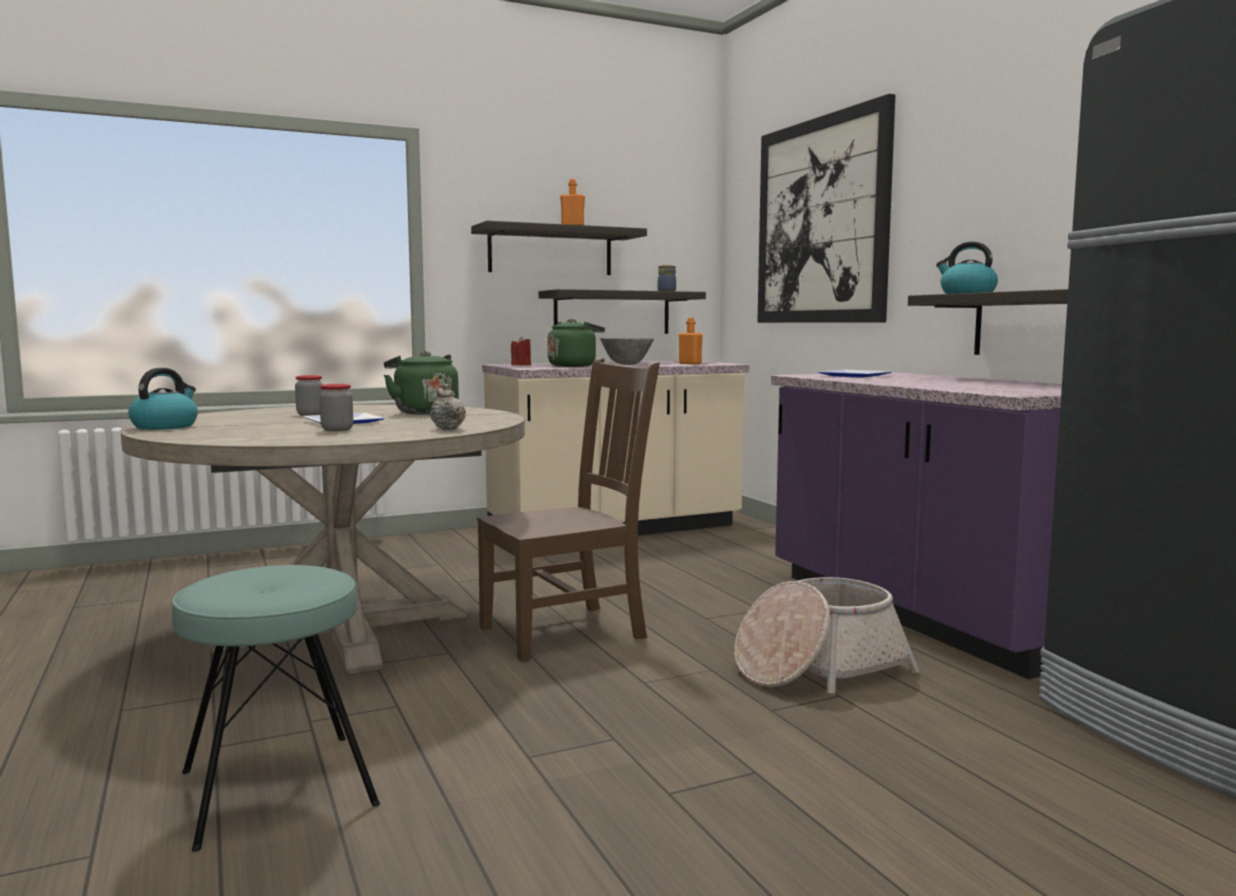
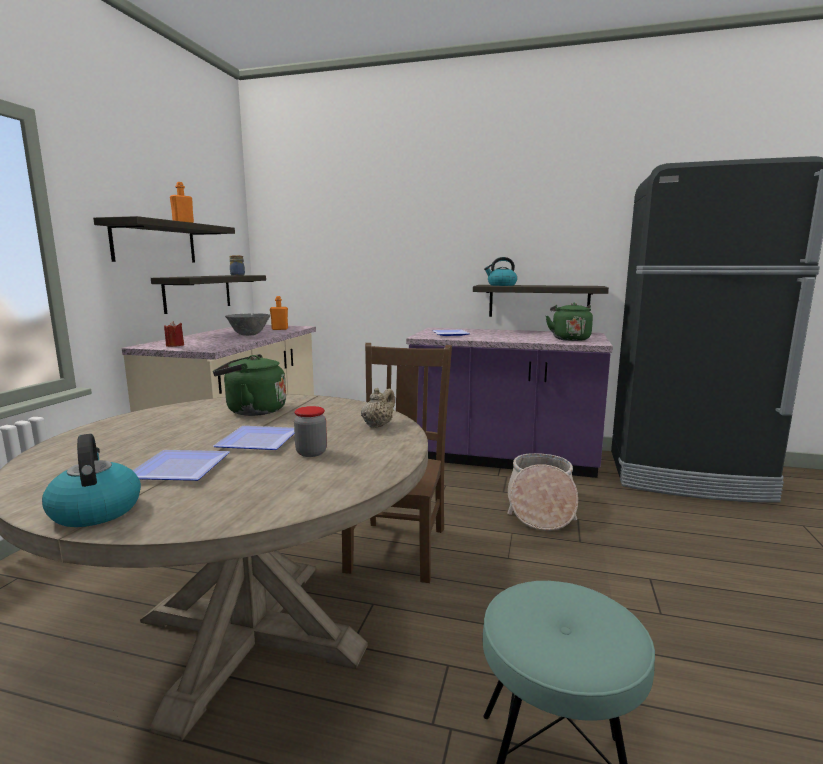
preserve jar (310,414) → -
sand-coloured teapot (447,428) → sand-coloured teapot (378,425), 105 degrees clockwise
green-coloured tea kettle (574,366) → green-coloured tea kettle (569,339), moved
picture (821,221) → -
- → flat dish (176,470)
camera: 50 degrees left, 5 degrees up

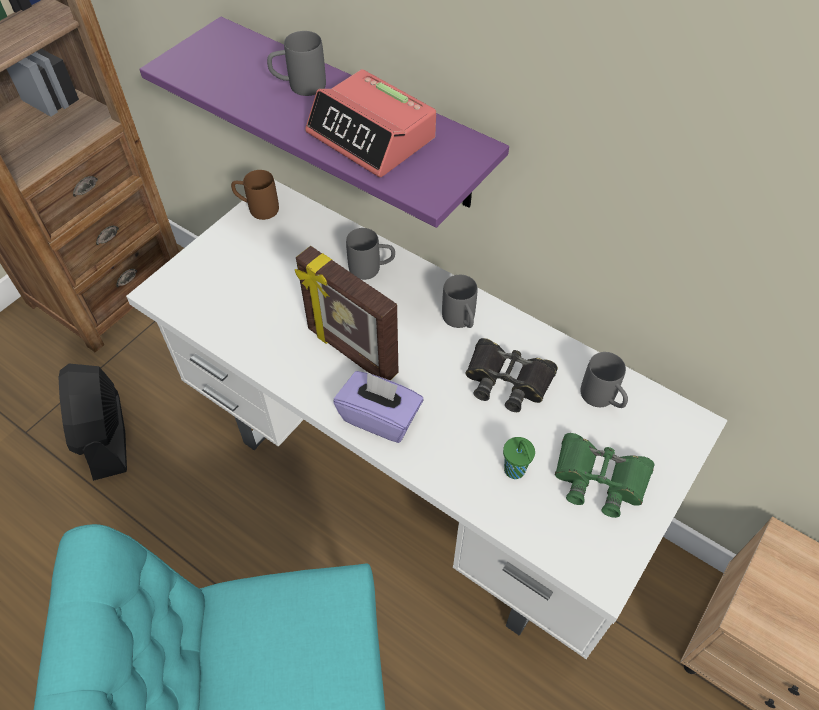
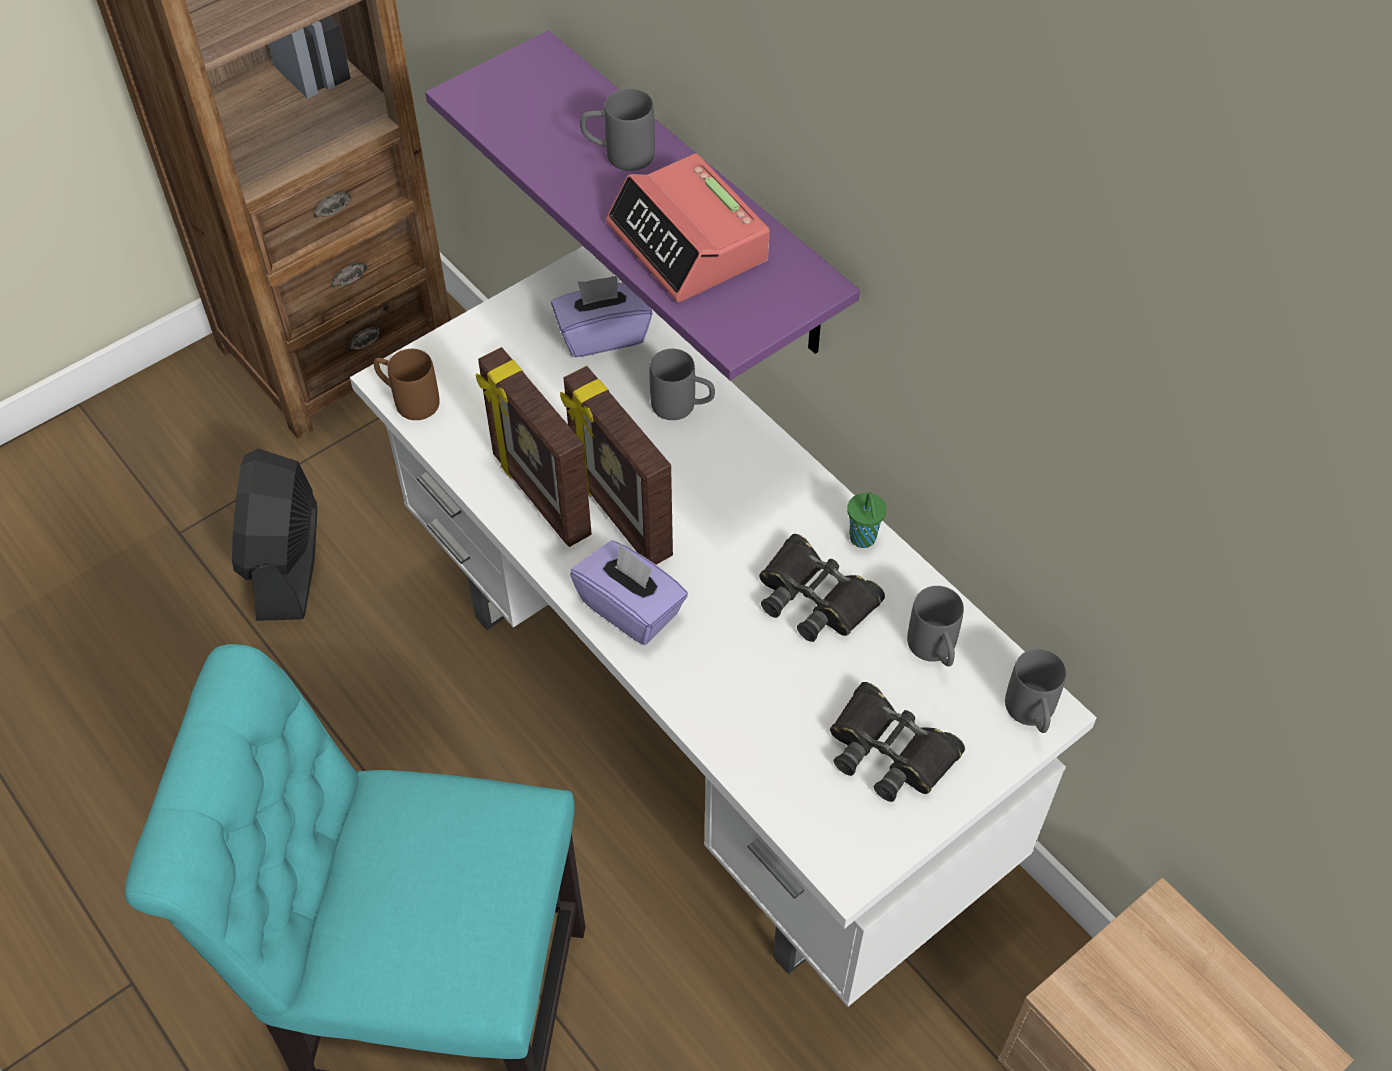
brown-coloured tea mug (257,208) → brown-coloured tea mug (408,400), moved
gray tea mug (461,321) → gray tea mug (1031,715), moved
green-coloured small cup (515,471) → green-coloured small cup (863,539), moved
green-coloured field glasses (599,479) → black-coloured field glasses (889,750)
- → standing frame (539,496)
- → purplish tissue holder (602,335)
camera: 15 degrees right, 0 degrees up

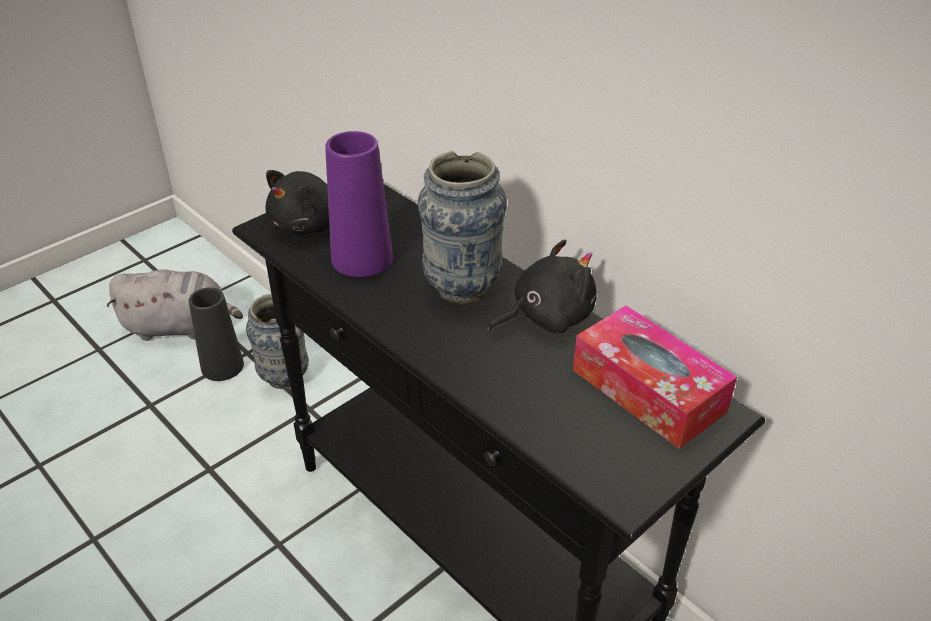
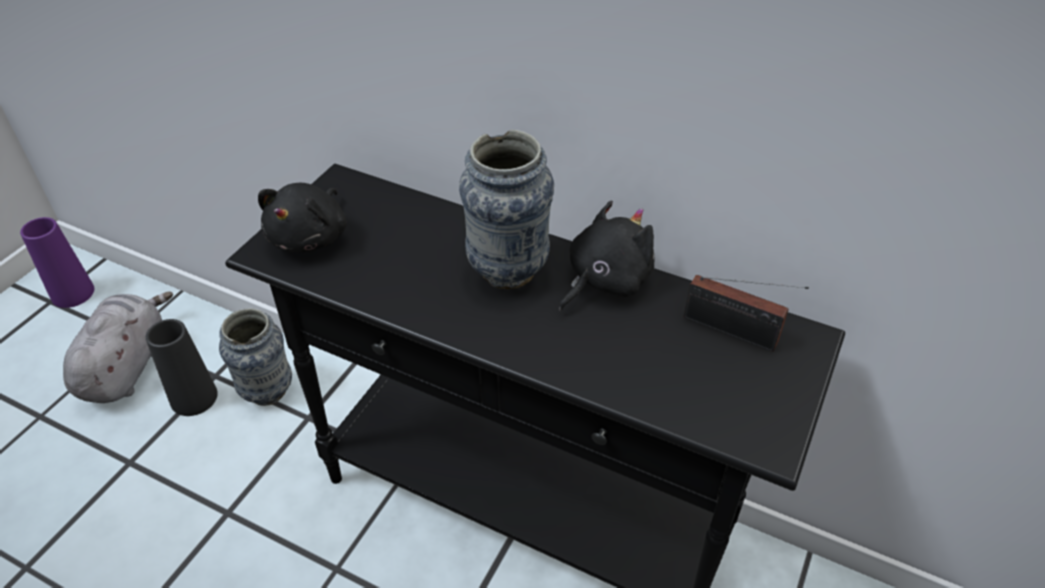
gray cuddly toy (180,327) → gray cuddly toy (127,366), 60 degrees counterclockwise
purplish vase (362,258) → purplish vase (72,293), moved
tissue holder (648,390) → radio receiver (735,332)
camera: 20 degrees left, 5 degrees up

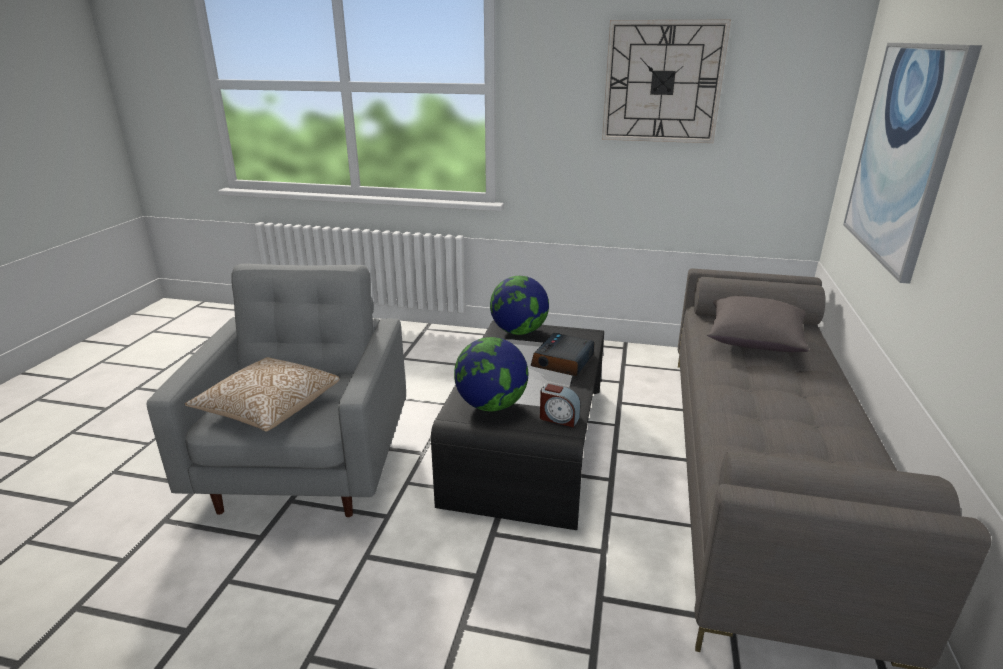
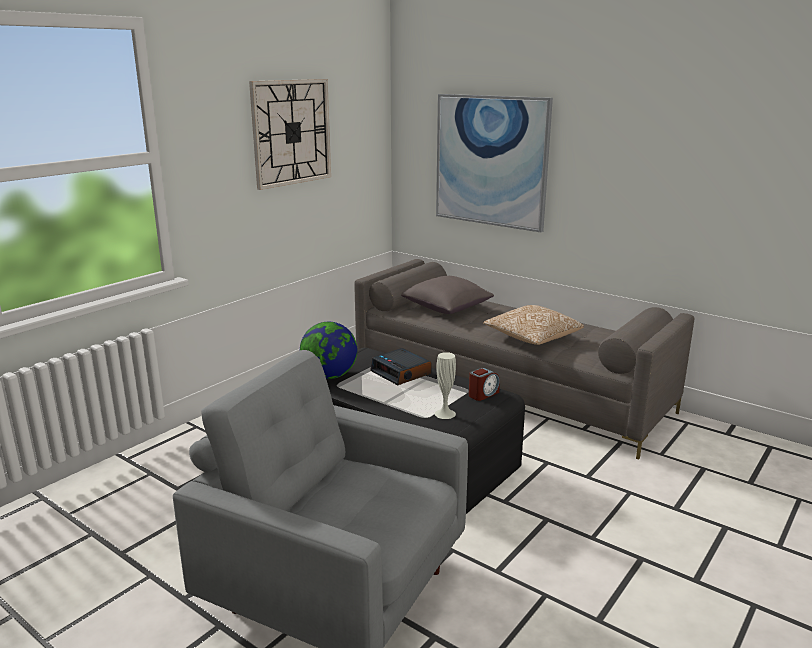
pillow (269,409) → pillow (532,338), moved
world globe (491,405) → white-coloured vase (445,414)
camera: 65 degrees left, 5 degrees down

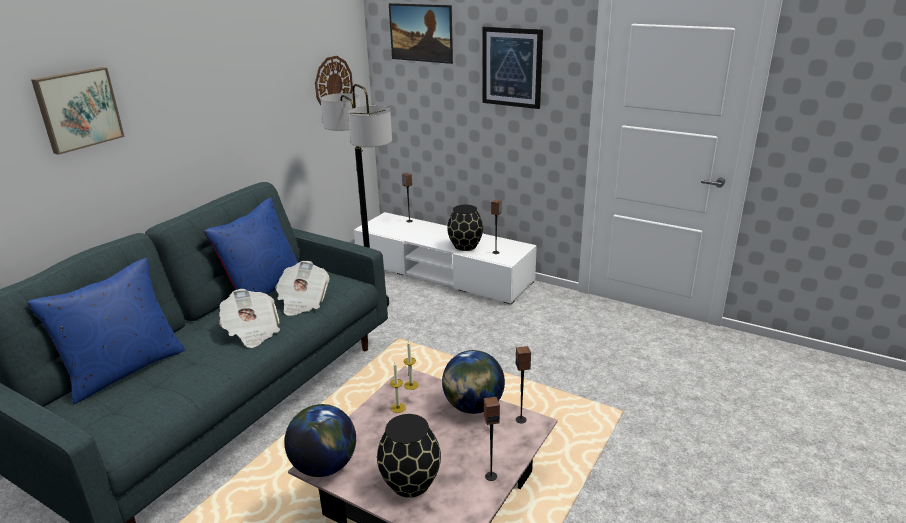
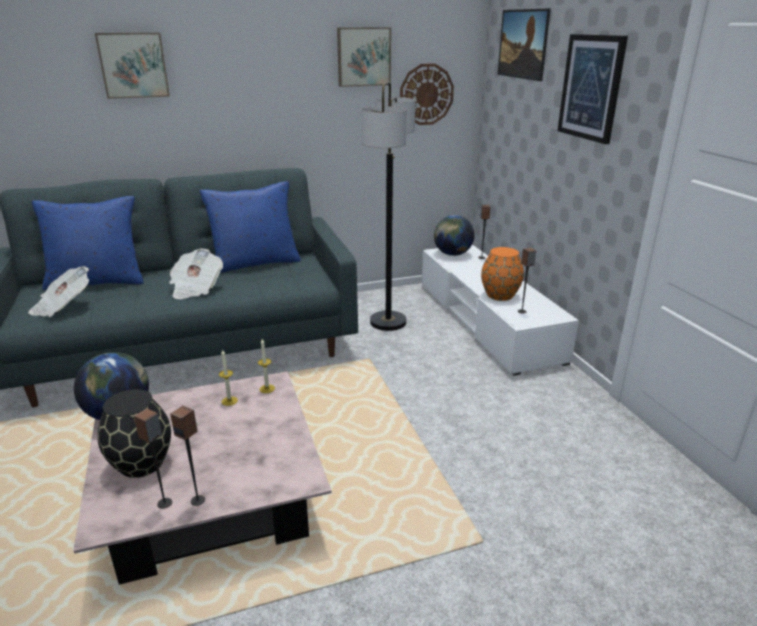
printed paper (303,301) → printed paper (63,307), moved
world globe (473,406) → world globe (452,254), moved
black-coloured vase (465,246) → orangey vase (499,295)
loudspeaker (521,419) → loudspeaker (165,503), moved
- → picture (363,57)
camera: 40 degrees right, 0 degrees up

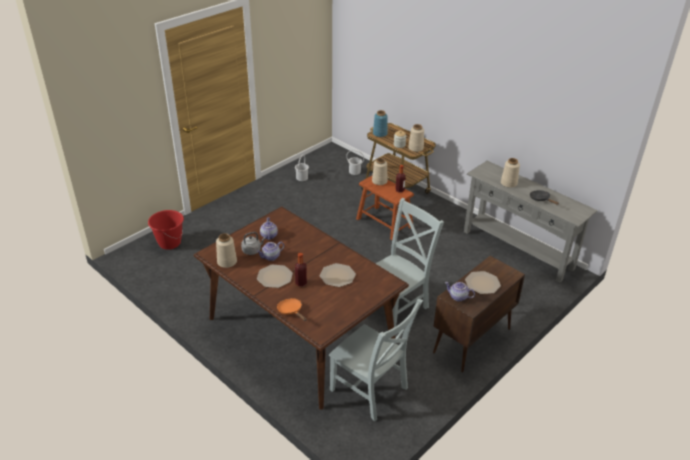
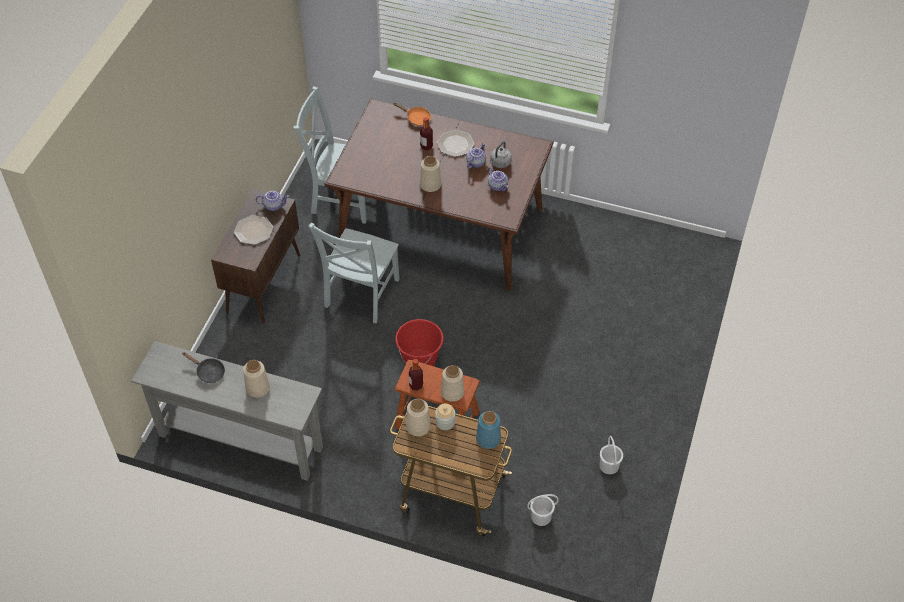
red pail (169,243) → red pail (420,361), moved
sand-coloured vase (227,262) → sand-coloured vase (430,184), moved
flat dish (338,276) → -
camera: 155 degrees right, 15 degrees up

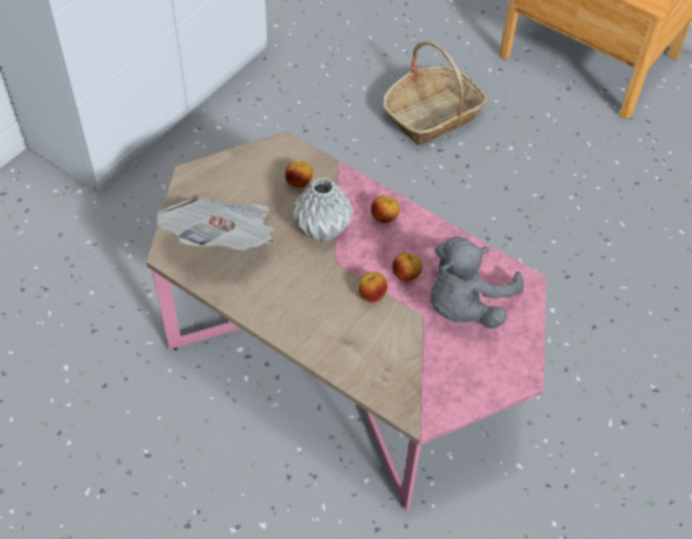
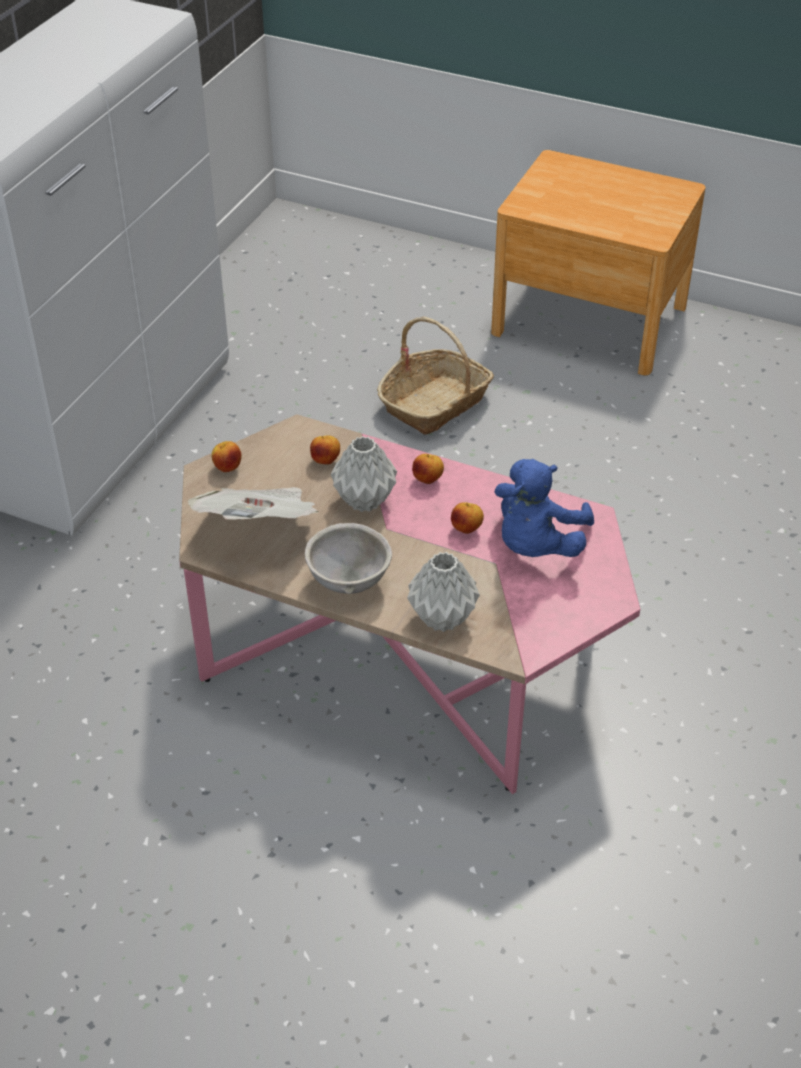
whole apple (371,295) → whole apple (227,468), moved
gray cuddly toy (464,304) → blue cuddly toy (536,546)
- → gray serving bowl (350,581)
- → gray vase (441,618)
camera: 10 degrees left, 10 degrees down

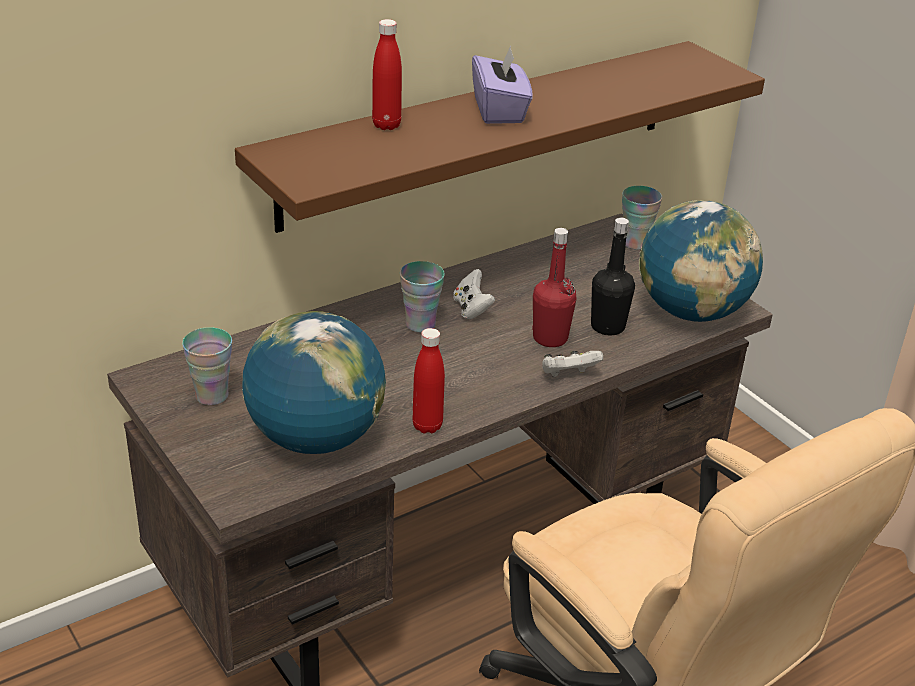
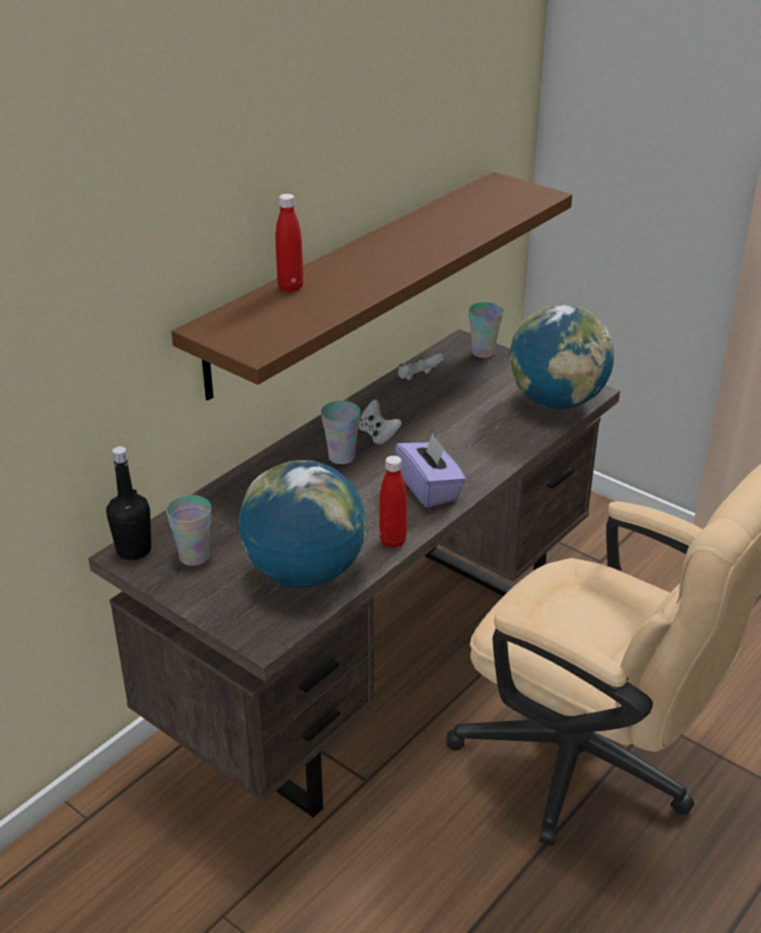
purplish tissue holder (499,110) → purplish tissue holder (429,489), moved
red drink bottle (550,338) → -
white-coloured gamepad (568,375) → white-coloured gamepad (418,377), moved
black-coloured drink bottle (607,326) → black-coloured drink bottle (134,550), moved
camera: 15 degrees left, 0 degrees up

